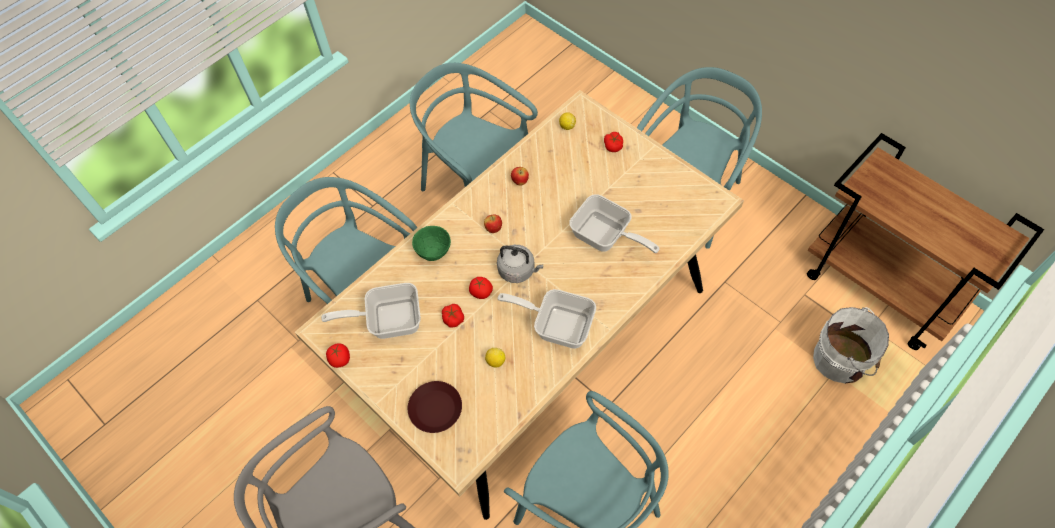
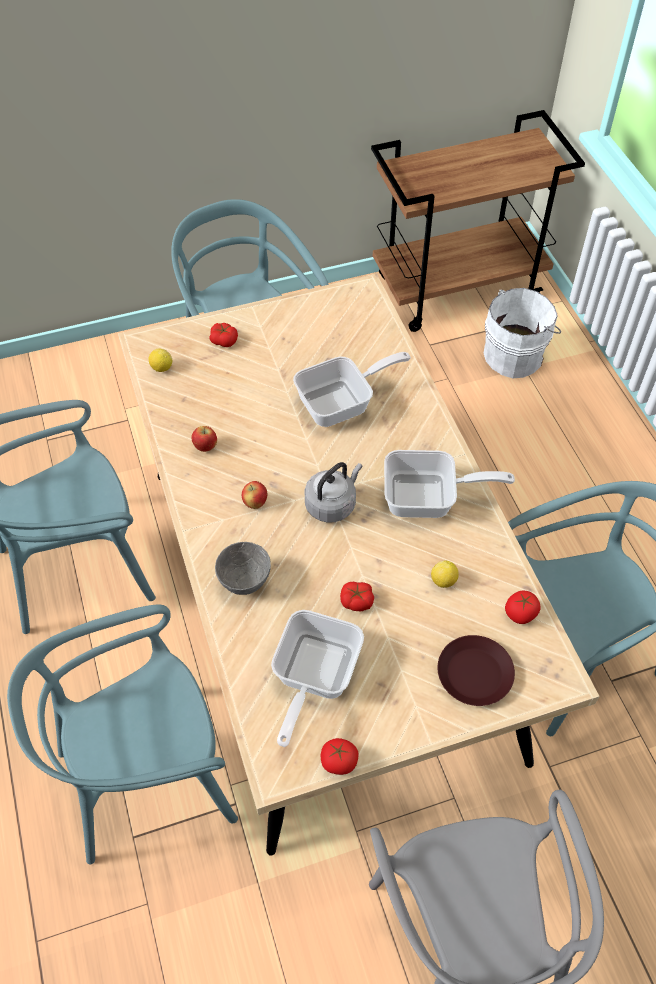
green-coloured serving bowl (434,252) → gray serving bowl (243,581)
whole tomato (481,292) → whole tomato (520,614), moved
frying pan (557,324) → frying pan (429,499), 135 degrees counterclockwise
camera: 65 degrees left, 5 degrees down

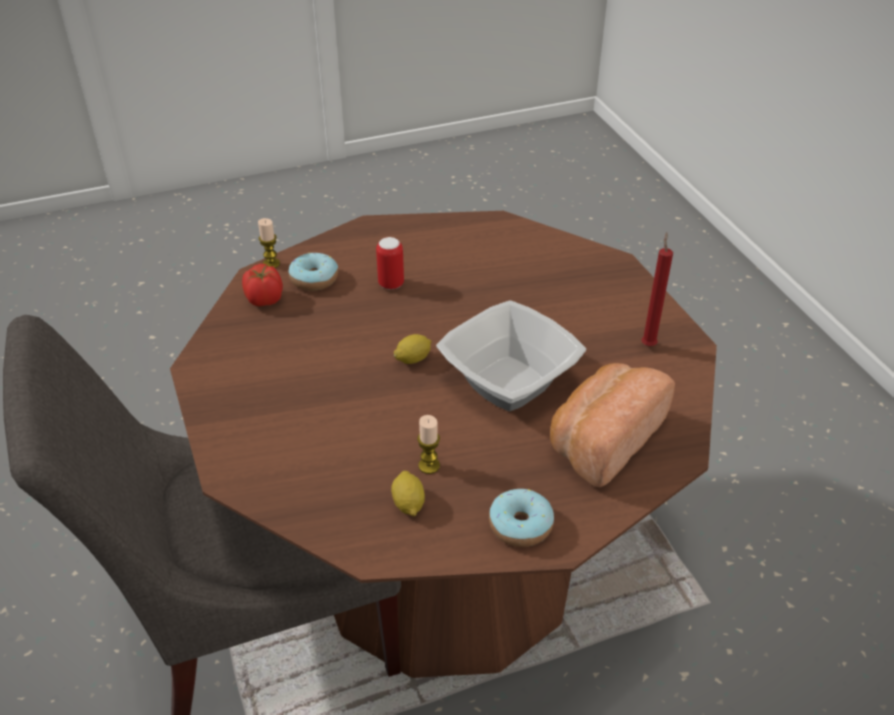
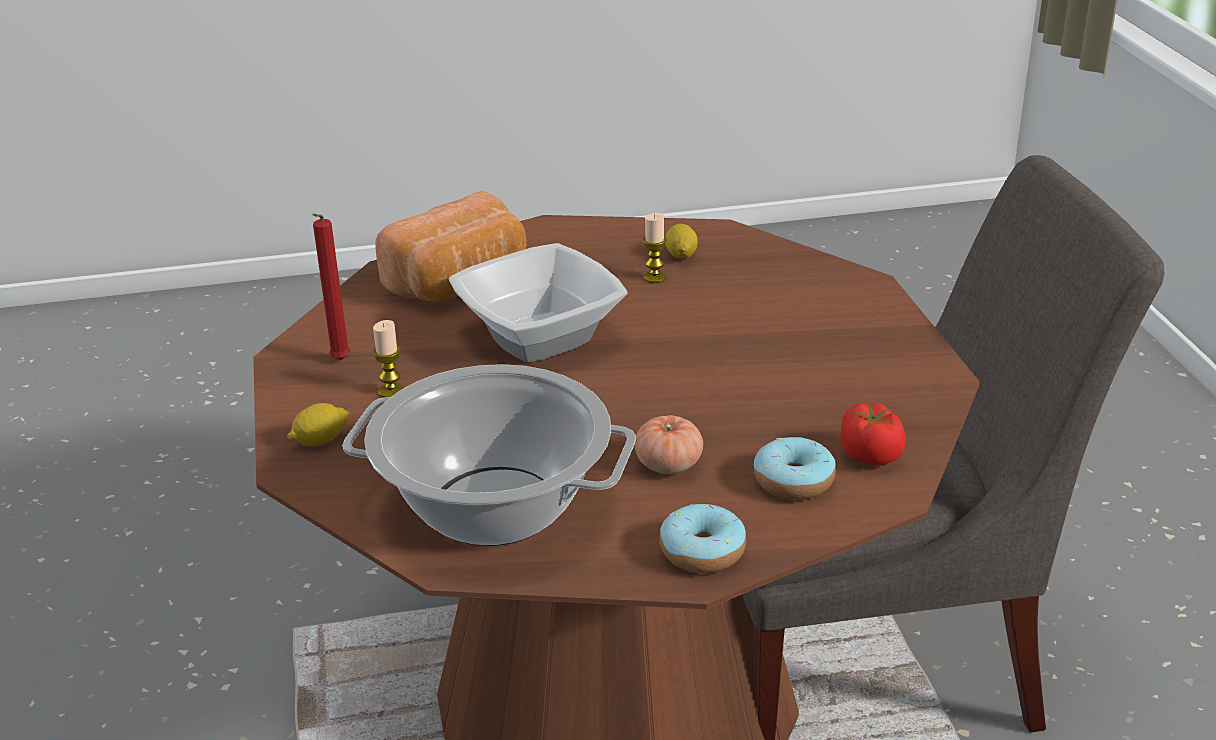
wax candle (271,264) → wax candle (391,391), moved
metal can (391,284) → whole tomato (668,464)
lemon (413,359) → lemon (320,440), moved
ring doughnut (520,525) → ring doughnut (702,552), moved
- → saucepot (493,507)
camera: 170 degrees left, 10 degrees down

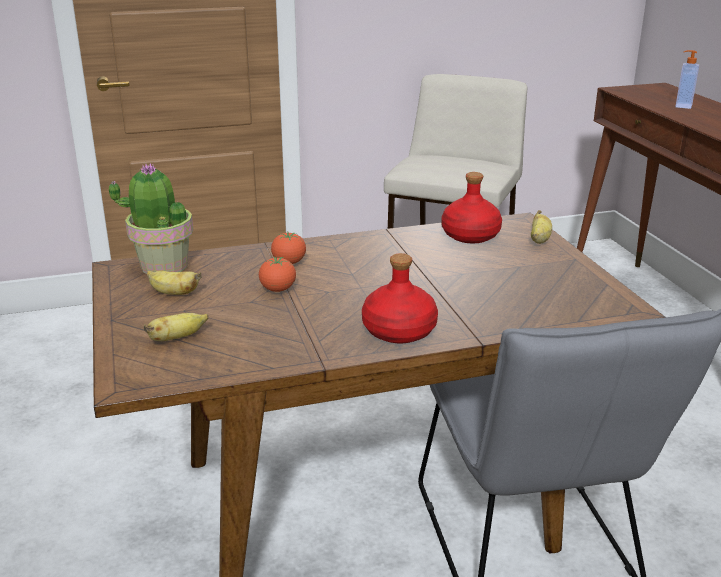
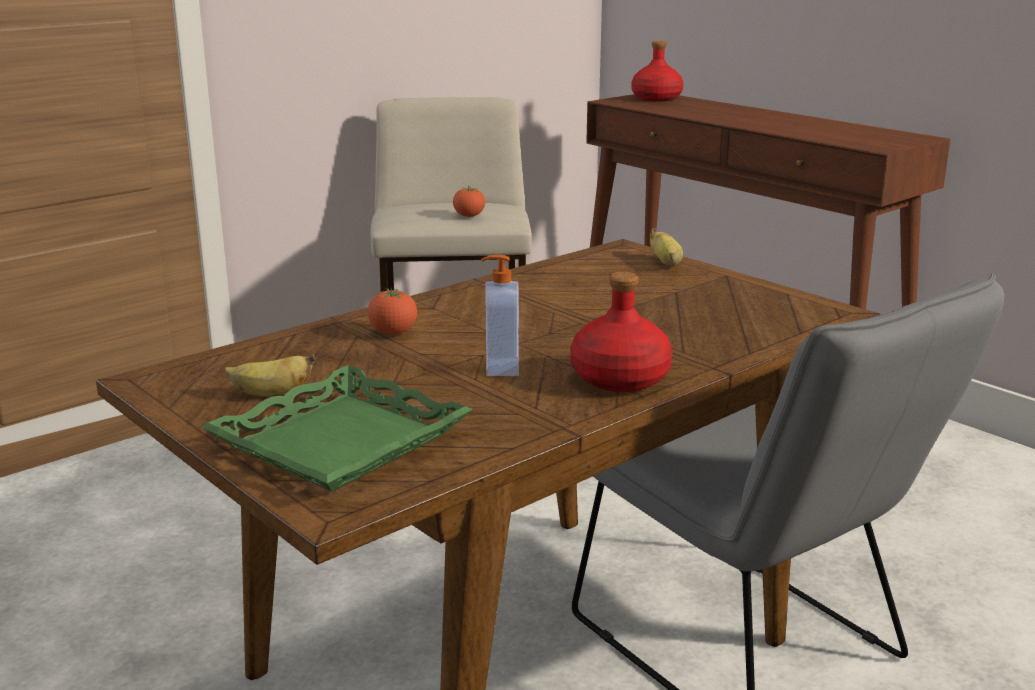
potted plant (163,266) → -
banana fruit (177,338) → green-coloured tray (341,442)
whole tomato (278,289) → whole tomato (469,216), moved
red drink bottle (469,235) → red drink bottle (656,98), moved
liquid soap bottle (682,105) → liquid soap bottle (500,368), moved
camera: 25 degrees left, 5 degrees down

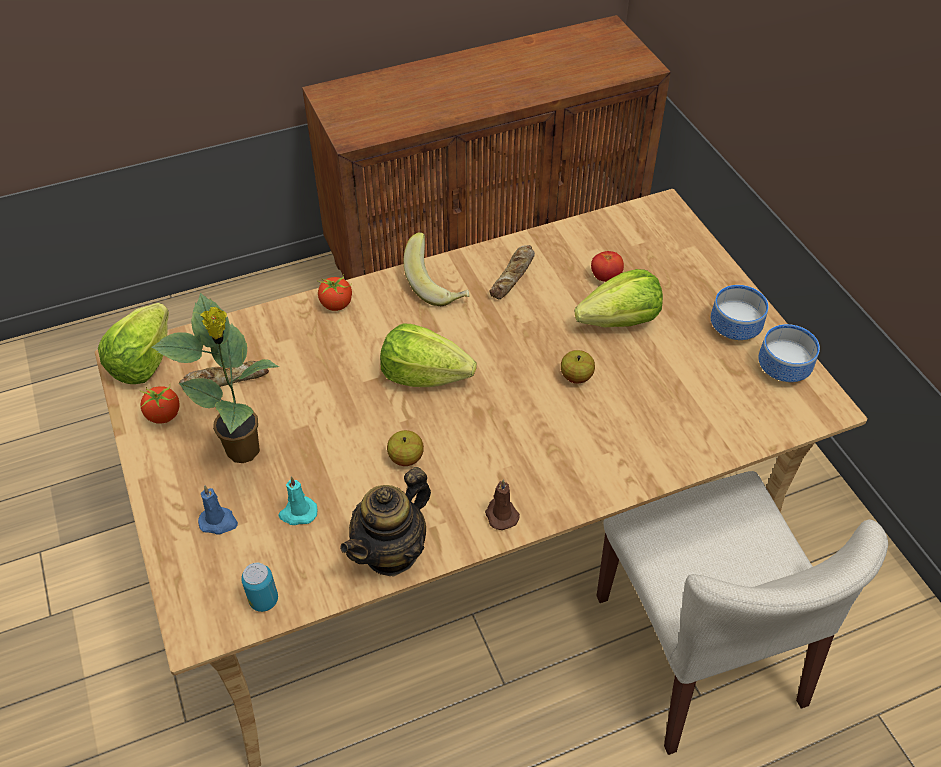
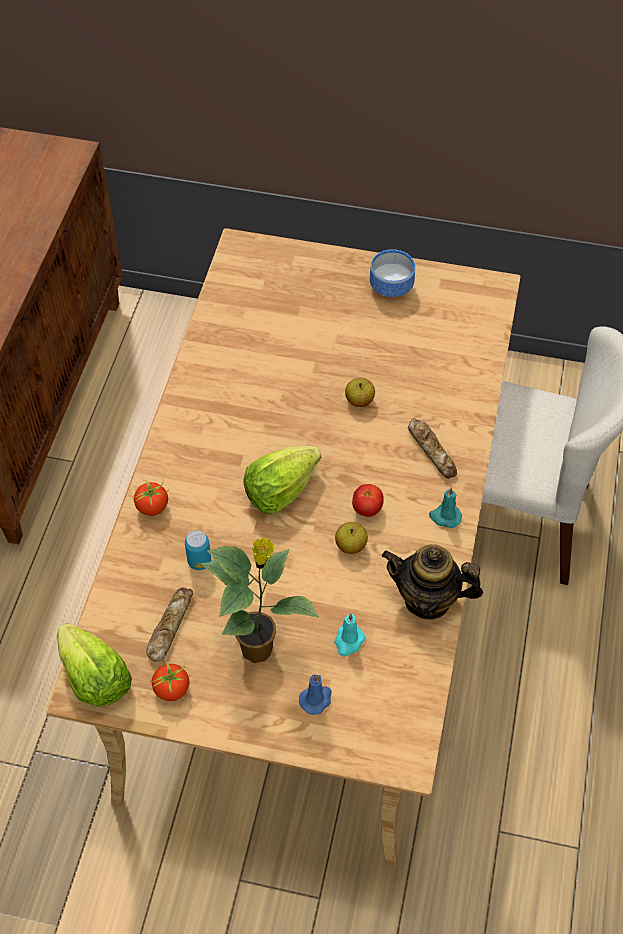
metal can (264,600) → metal can (199,561), moved
teapot (391,551) → teapot (428,599), 120 degrees clockwise
banana fruit (437,285) → -
brown-coloured wax candle (501,514) → turquoise-coloured wax candle (445,517)
bread (513,276) → bread (432,451), moved
lettuce head (620,321) → -
whole tomato (605,277) → whole tomato (367,509), moved
serving bowl (785,369) → -
camera: 55 degrees left, 5 degrees up

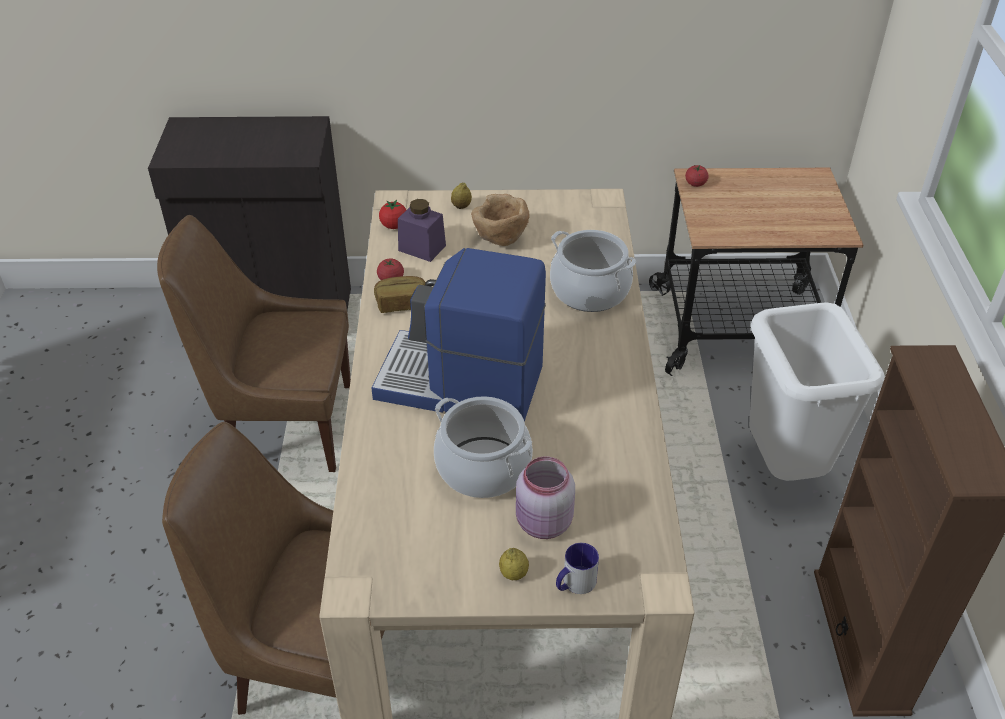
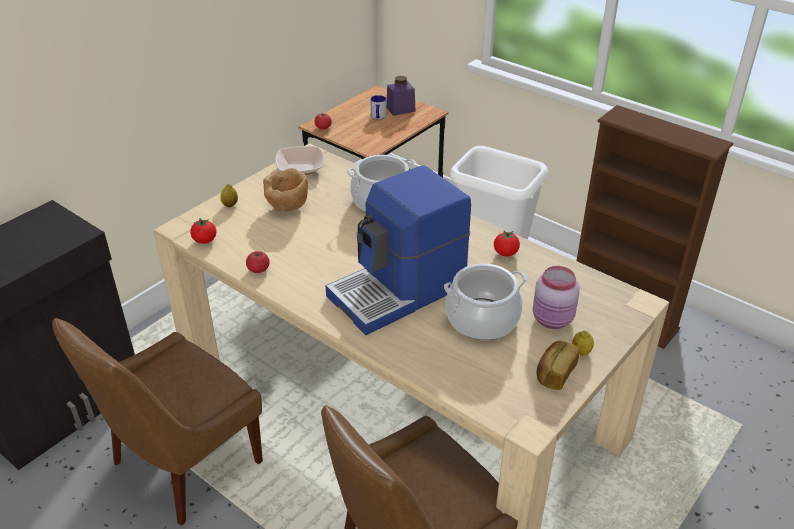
bread (401,304) → bread (554,373), moved
purplish preserve jar (422,248) → purplish preserve jar (400,109), moved
tea mug (574,584) → tea mug (378,117), moved
- → serving bowl (300,168)
- → whole tomato (505,253)
camera: 50 degrees left, 5 degrees down

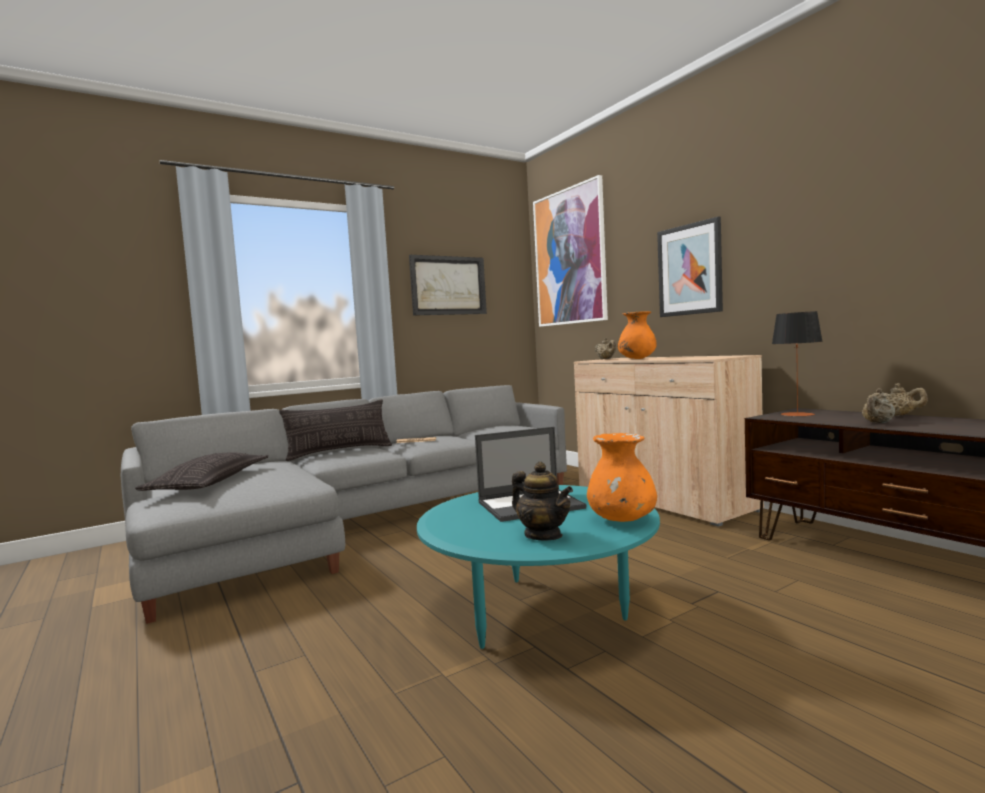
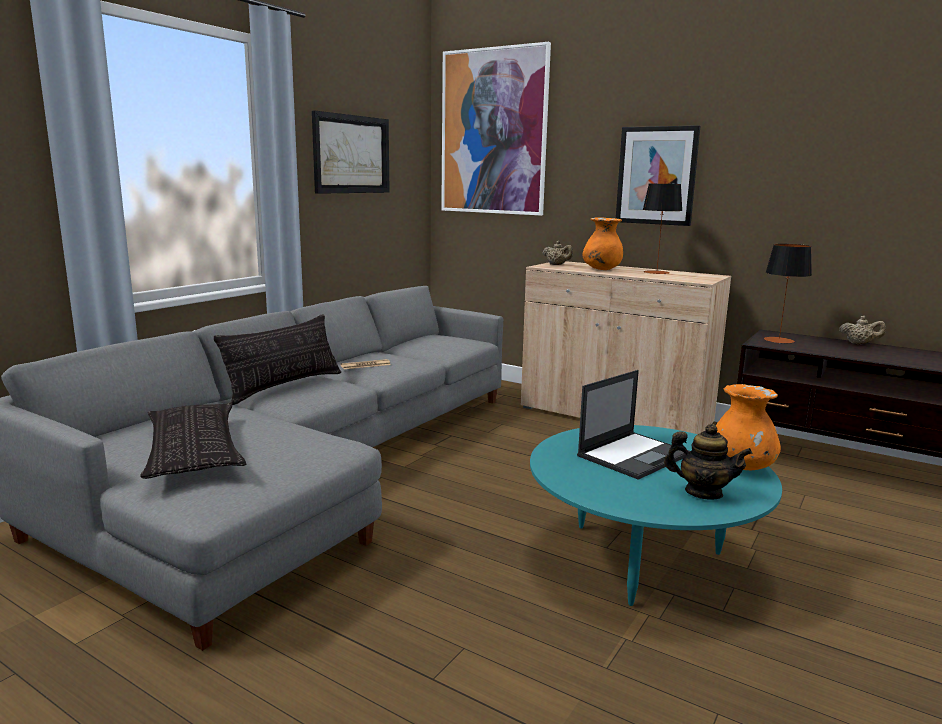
sand-coloured teapot (878,423) → -
- → tabletop lamp (656,272)
camera: 25 degrees left, 10 degrees up

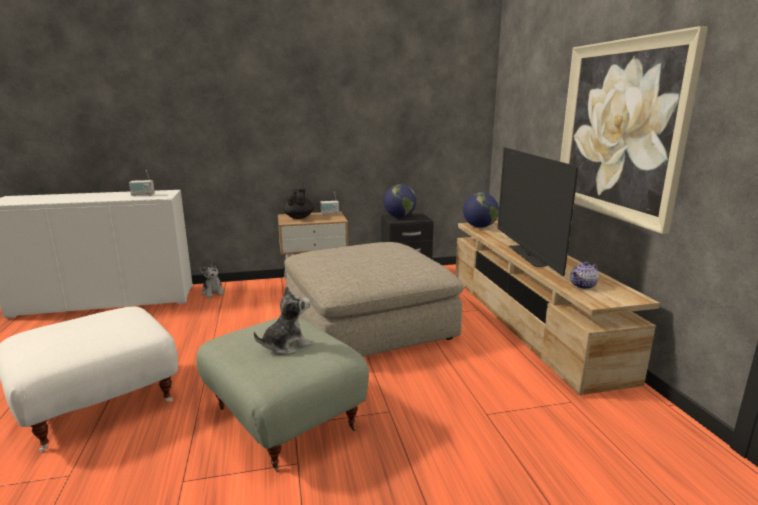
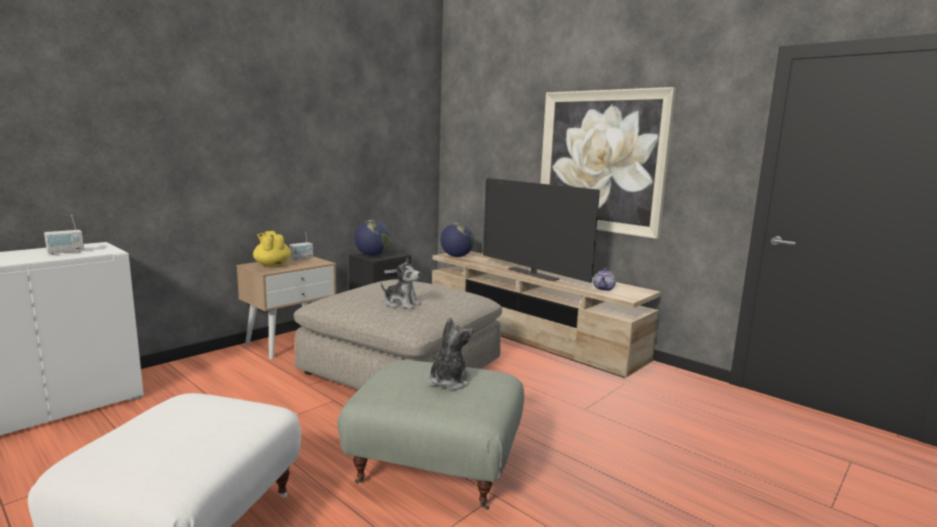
cuddly toy (213,292) → cuddly toy (401,304), moved
black-coloured teapot (299,217) → yellow teapot (272,265)
camera: 35 degrees left, 5 degrees down

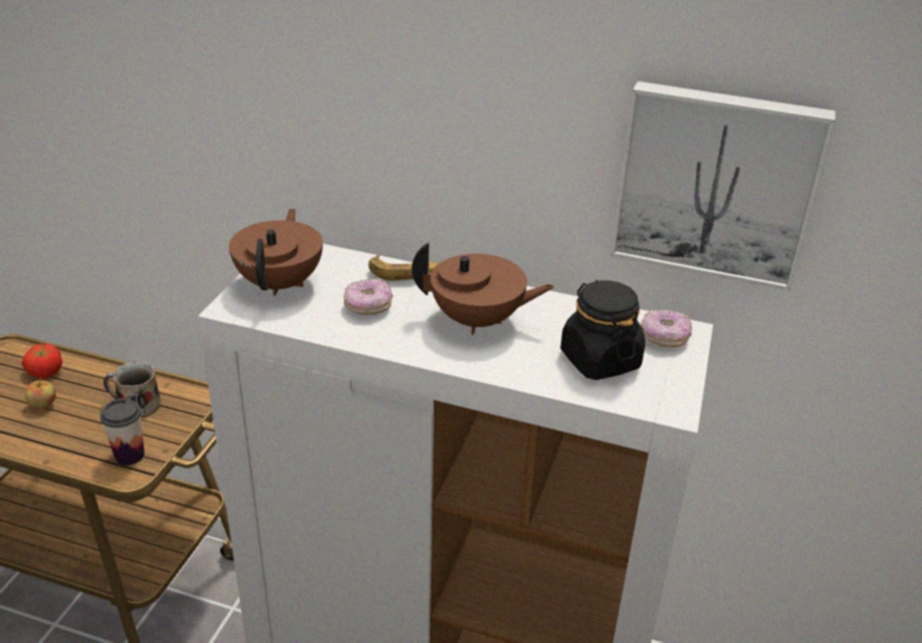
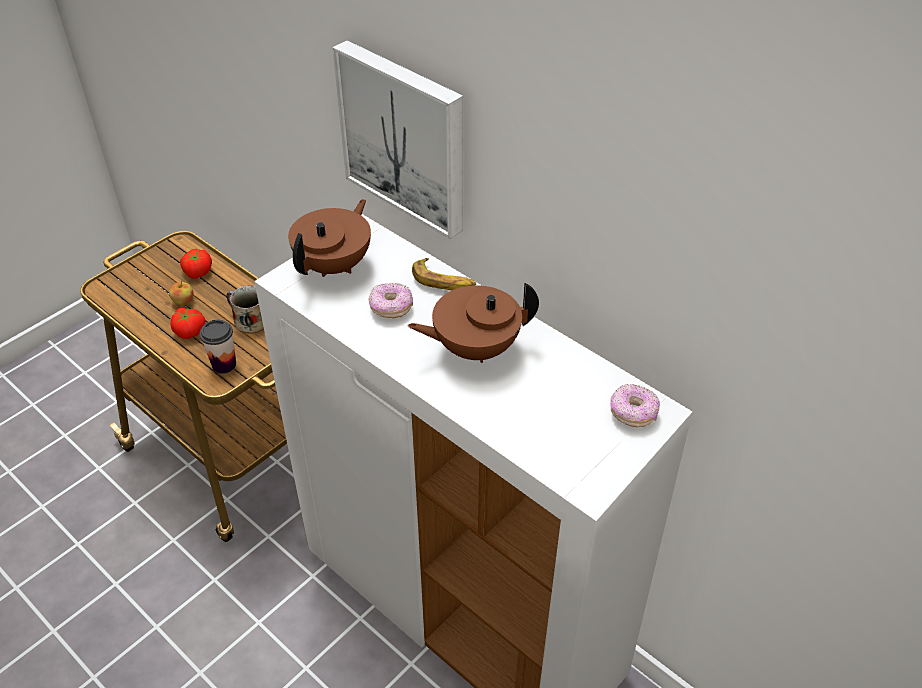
brown-coloured teapot (478,321) → brown-coloured teapot (474,348), 135 degrees clockwise
black-coloured preserve jar (599,360) → -
picture (716,183) → picture (406,137), moved
- → whole tomato (190,331)
camera: 25 degrees right, 10 degrees up

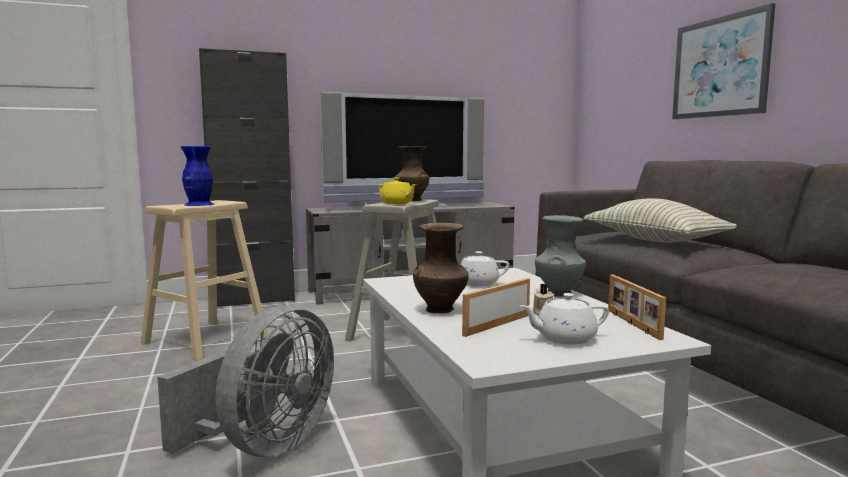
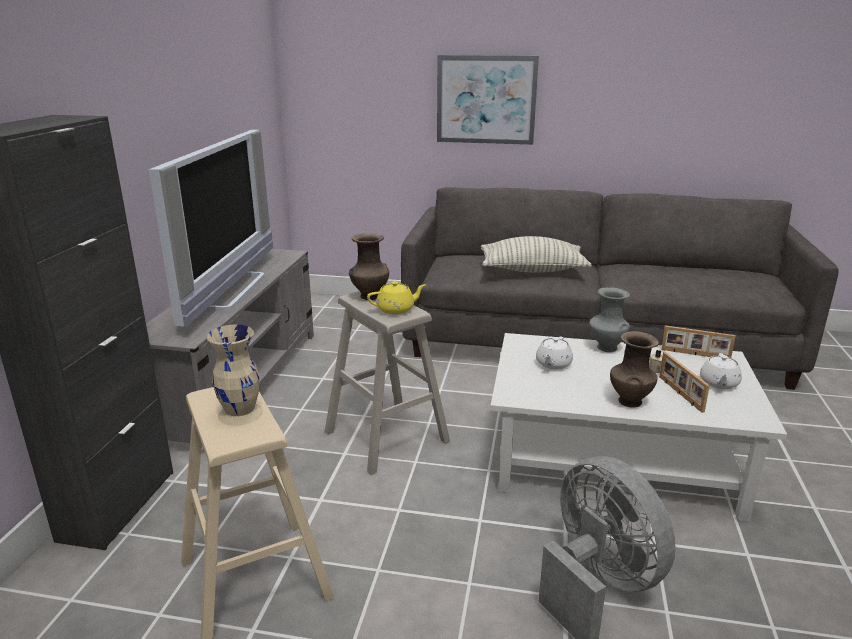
blue vase (199,204) → sand-coloured vase (241,413)
camera: 60 degrees left, 15 degrees up

